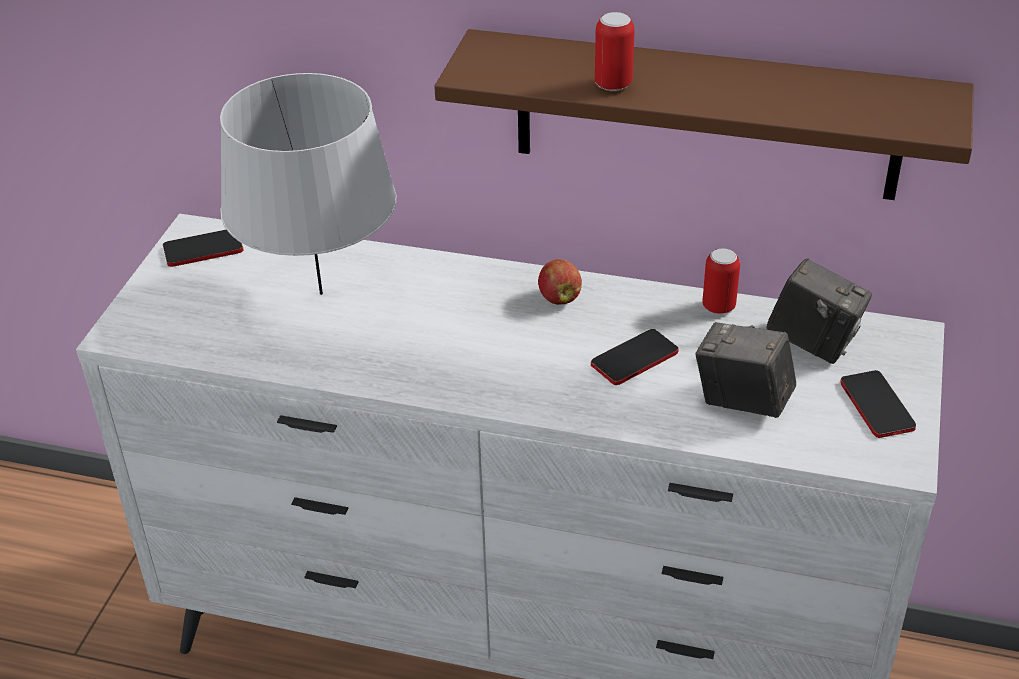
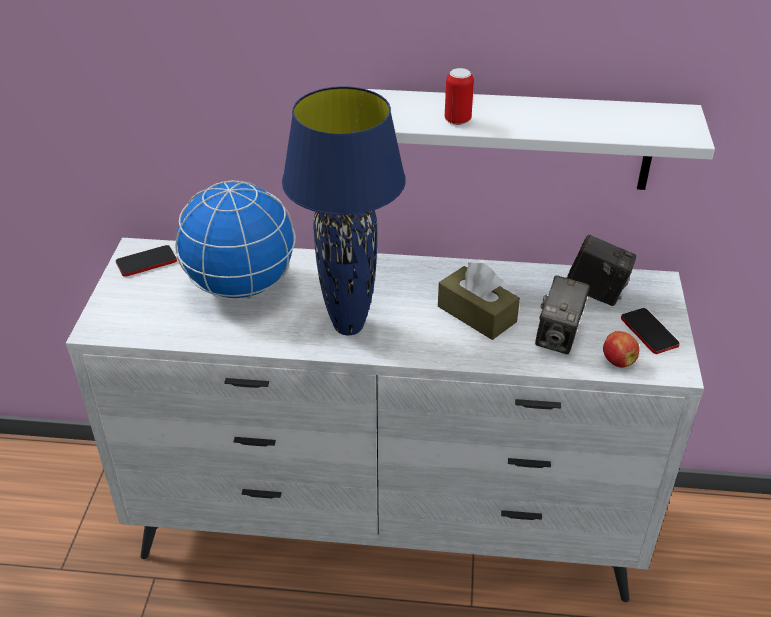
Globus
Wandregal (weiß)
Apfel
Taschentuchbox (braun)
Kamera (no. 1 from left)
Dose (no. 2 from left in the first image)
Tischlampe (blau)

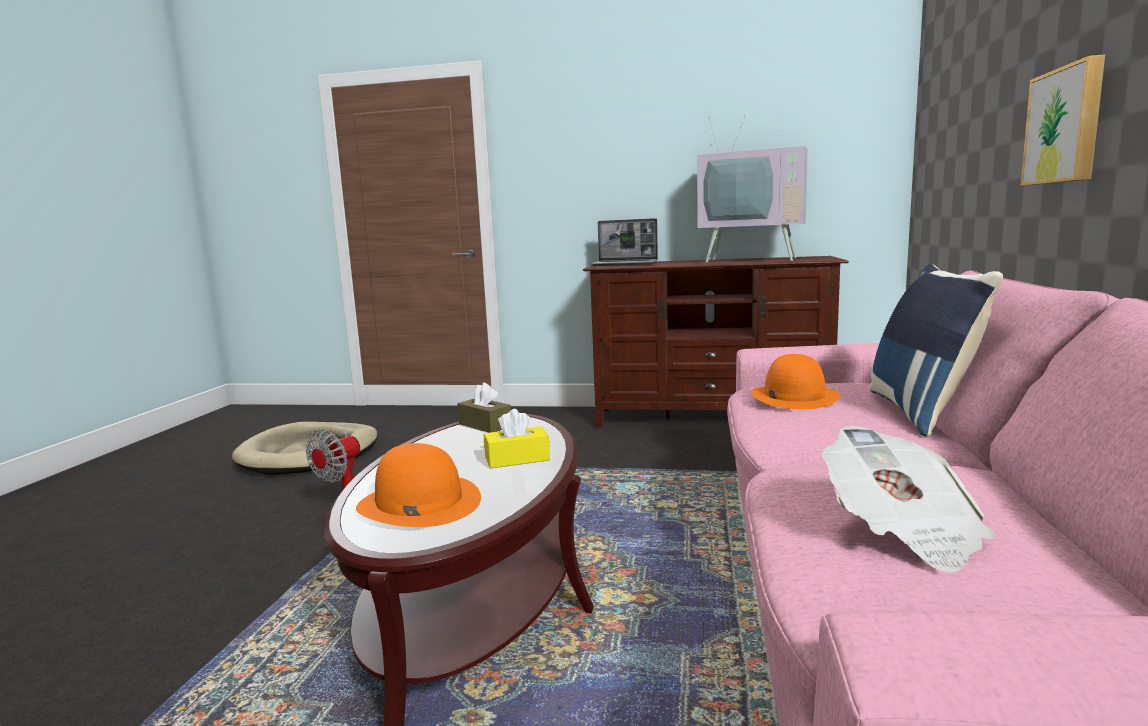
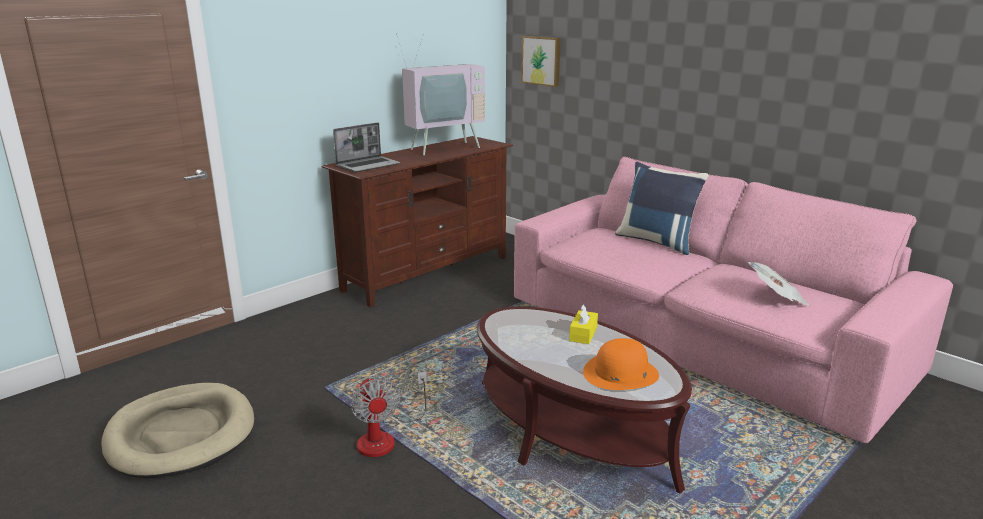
Taschentuchbox (braun)
Hut (orange) (no. 2 from left in the first image)
Bild

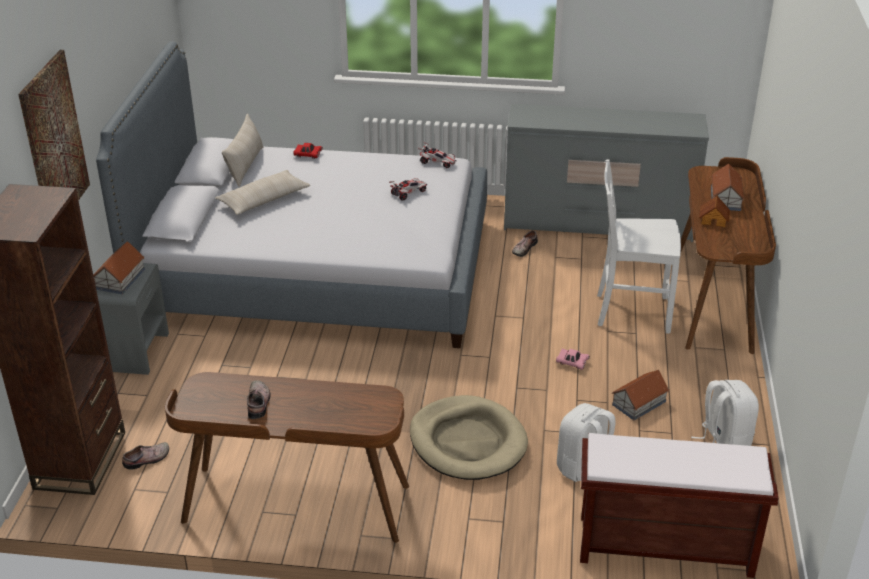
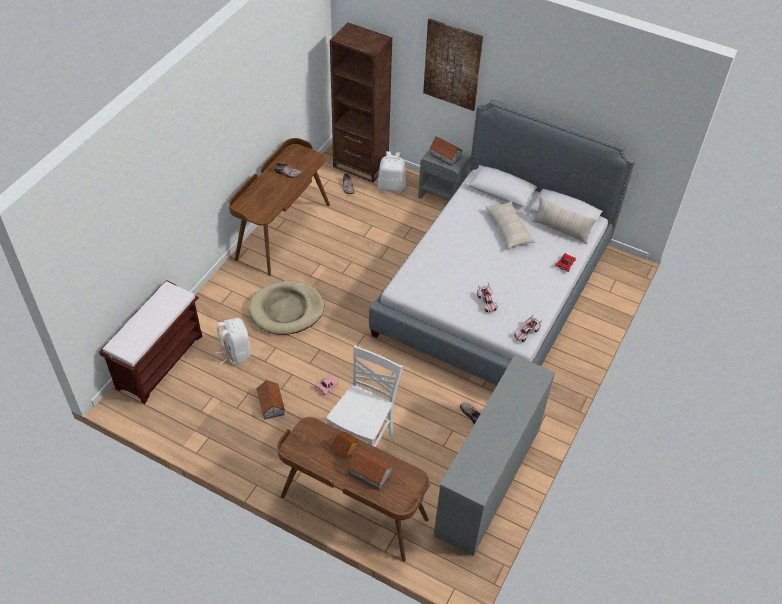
Rucksack (weiß) (no. 2 from left)

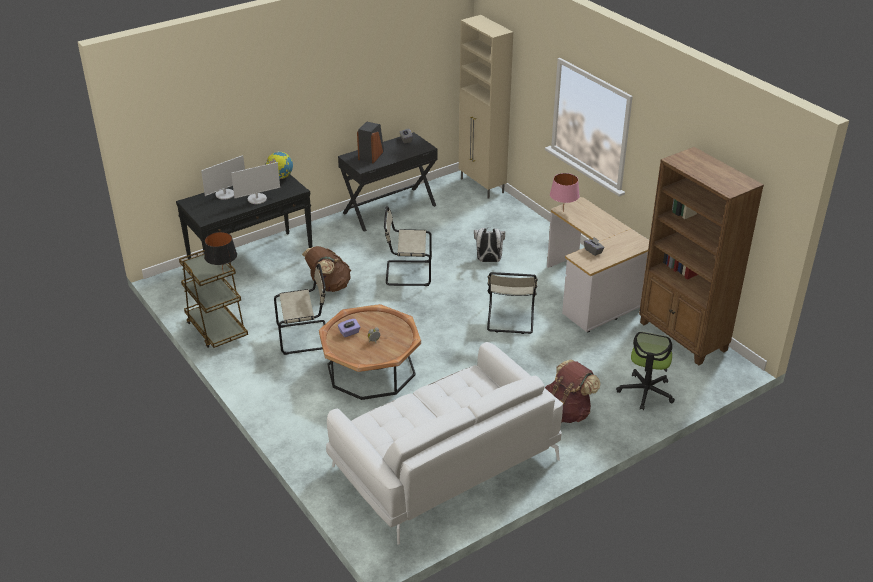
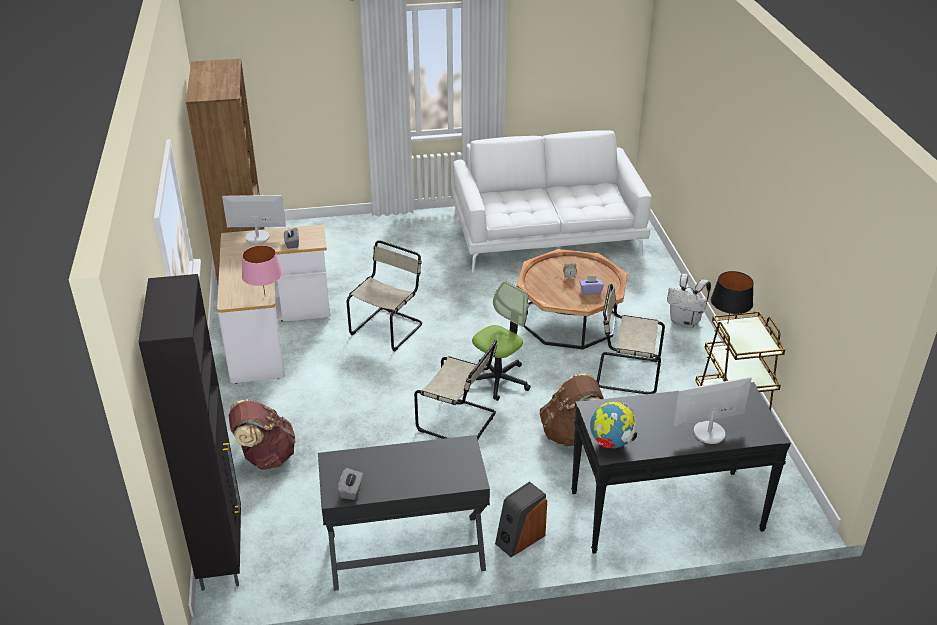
Monitor (no. 1 from left)
Lautsprecher
Schrank (schwarz)
Rucksack (weiß)
Rucksack (braun) (no. 1 from left)
Bürostuhl

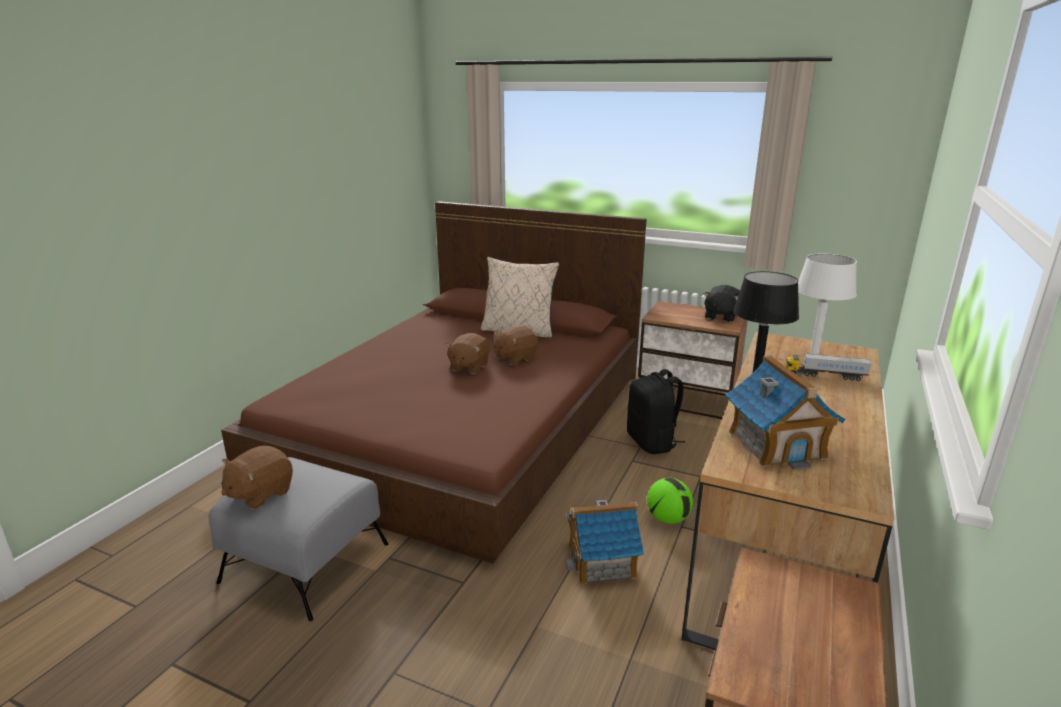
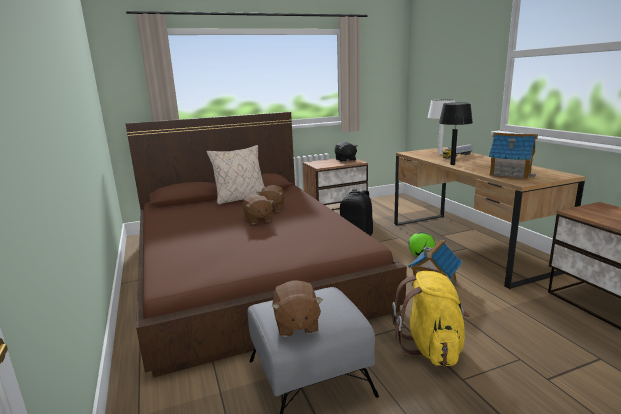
Rucksack (gelb)

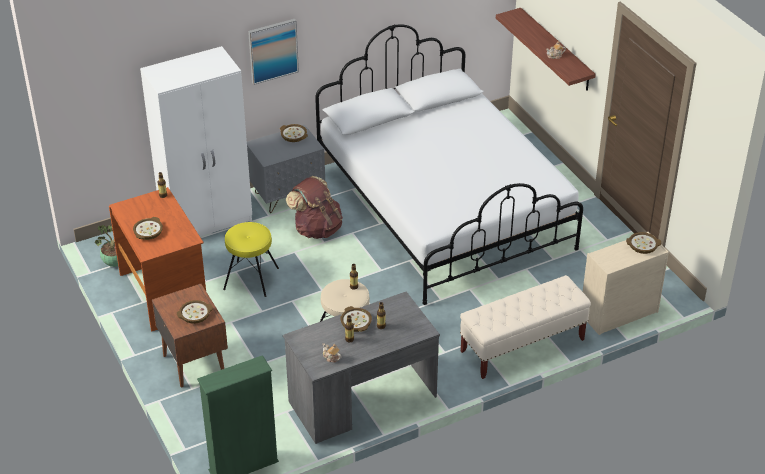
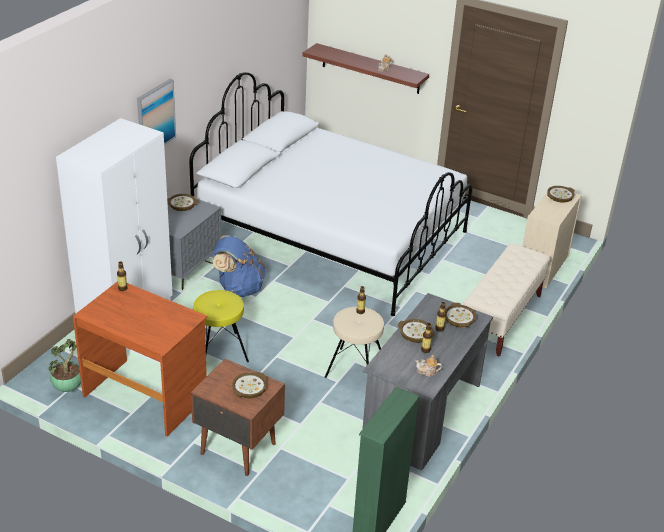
Schüssel (no. 4 from left)
Rucksack (blau)

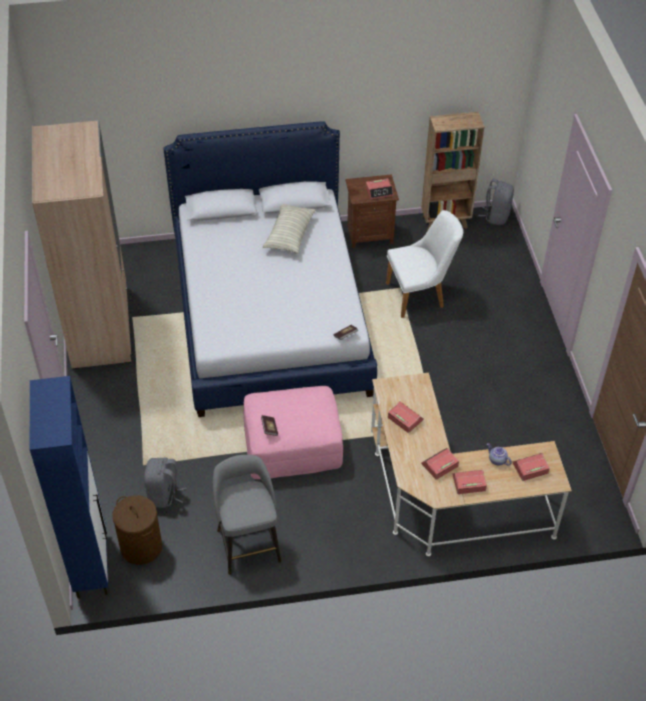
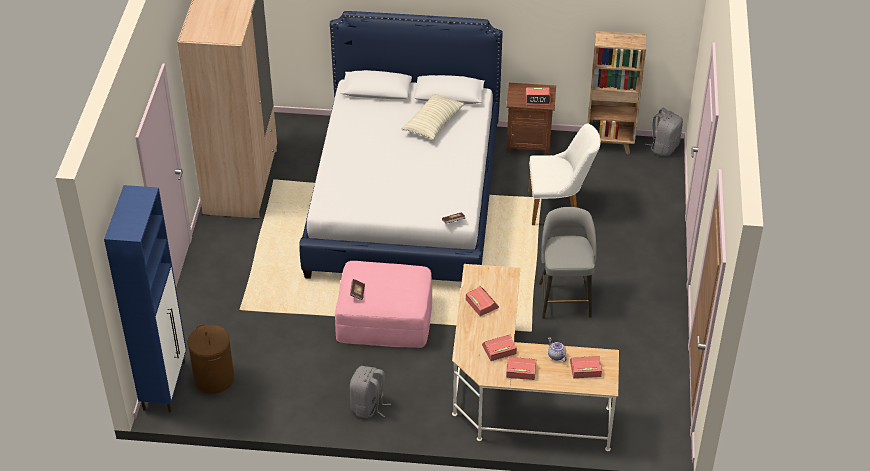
Rucksack (grau) (no. 1 from left)
Hocker (grau)

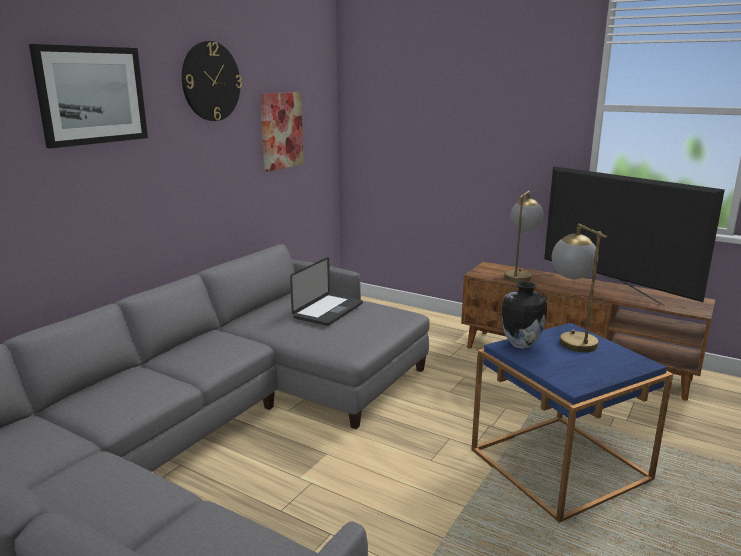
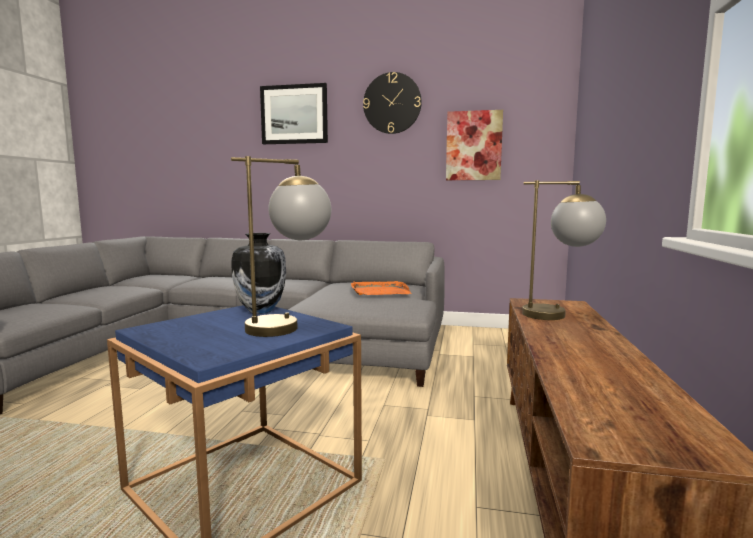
Tablett (orange)
Fernseher

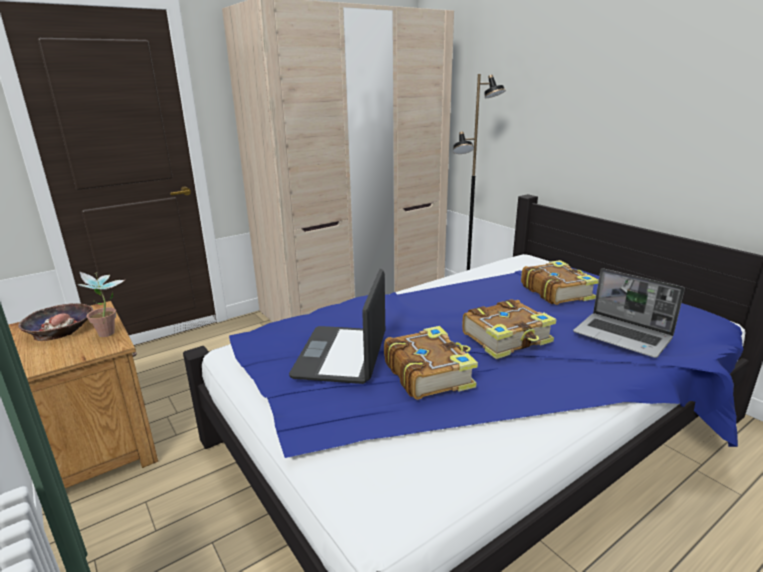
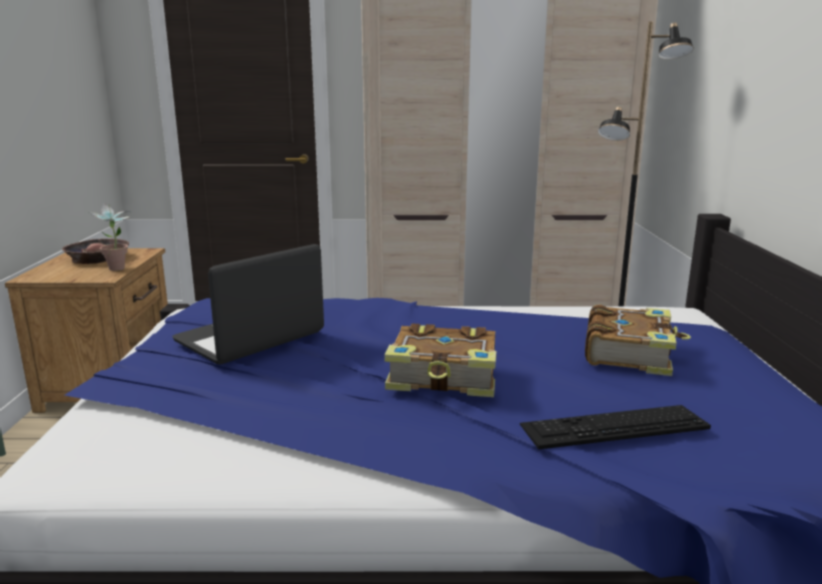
Buch (no. 1 from left in the first image)
Tastatur

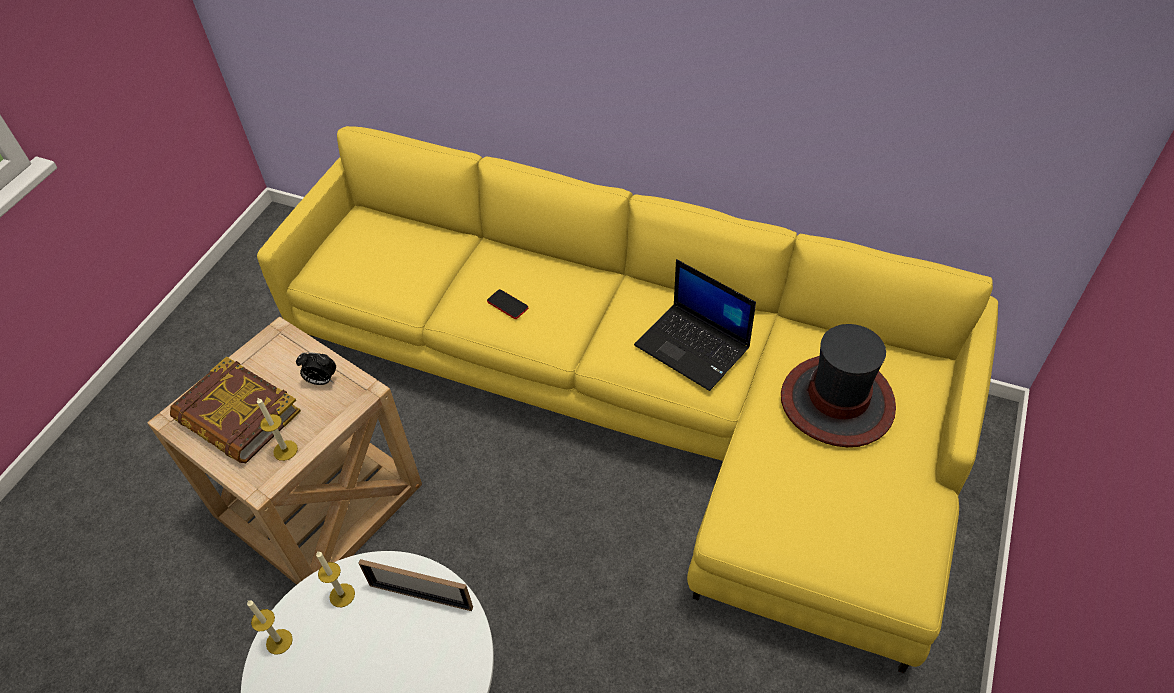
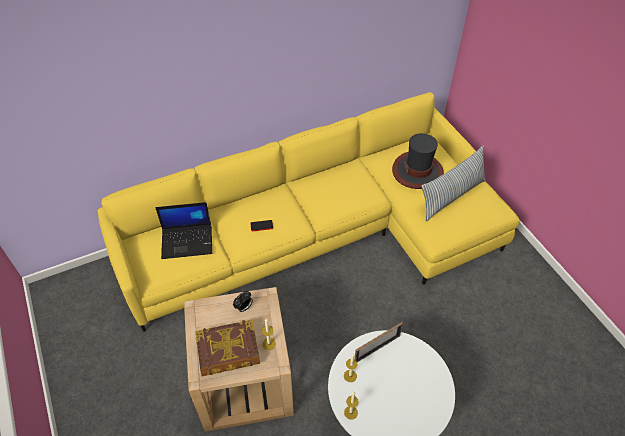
Laptop
Kissen

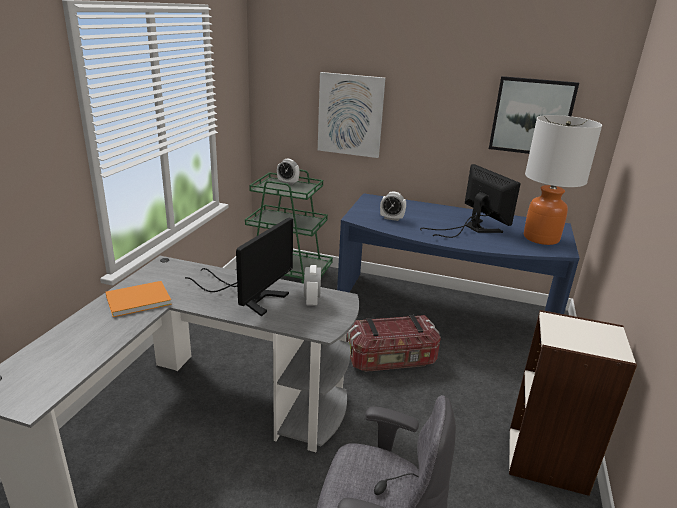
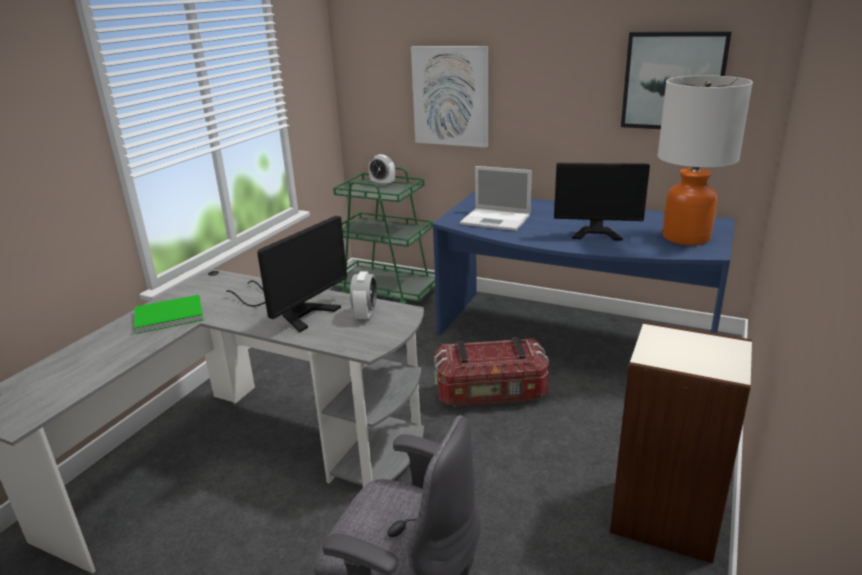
Buch (grün)
Laptop
Monitor (no. 2 from left)

